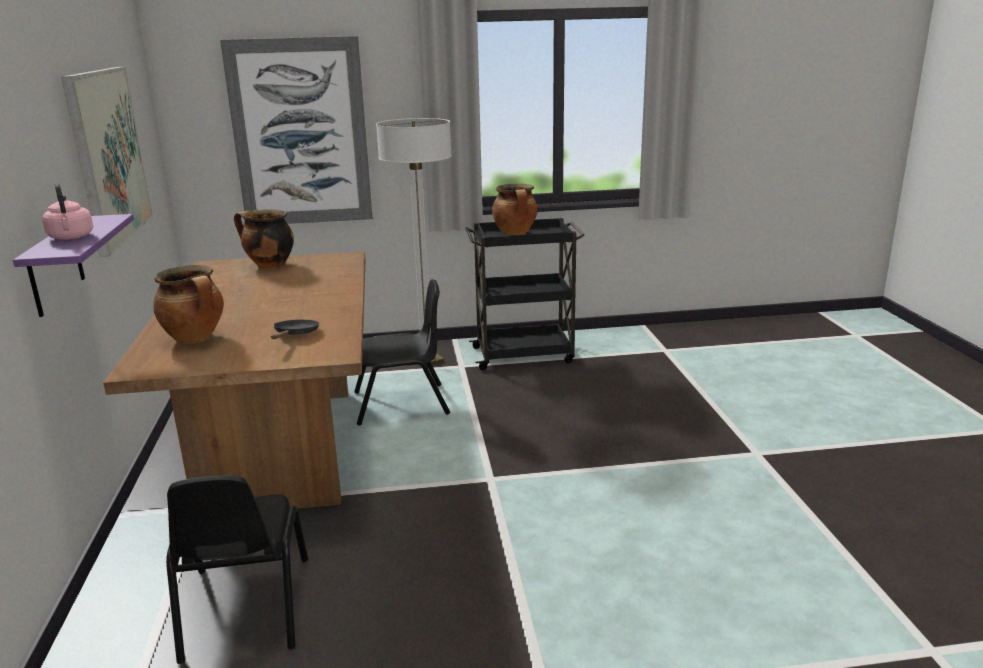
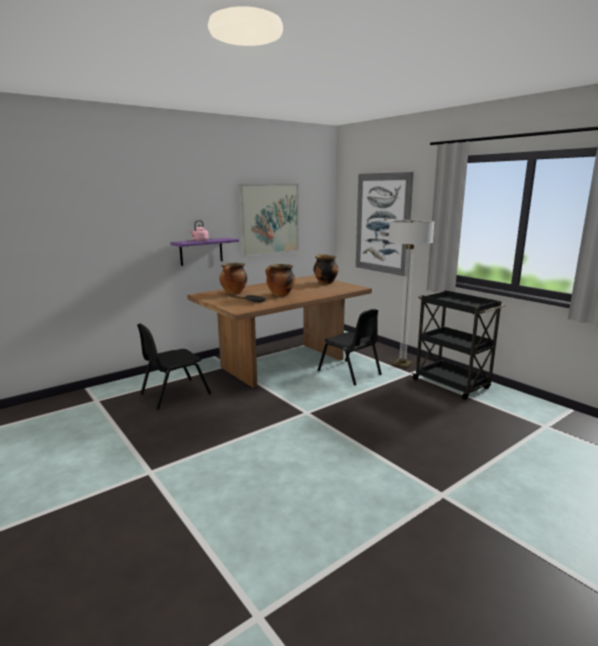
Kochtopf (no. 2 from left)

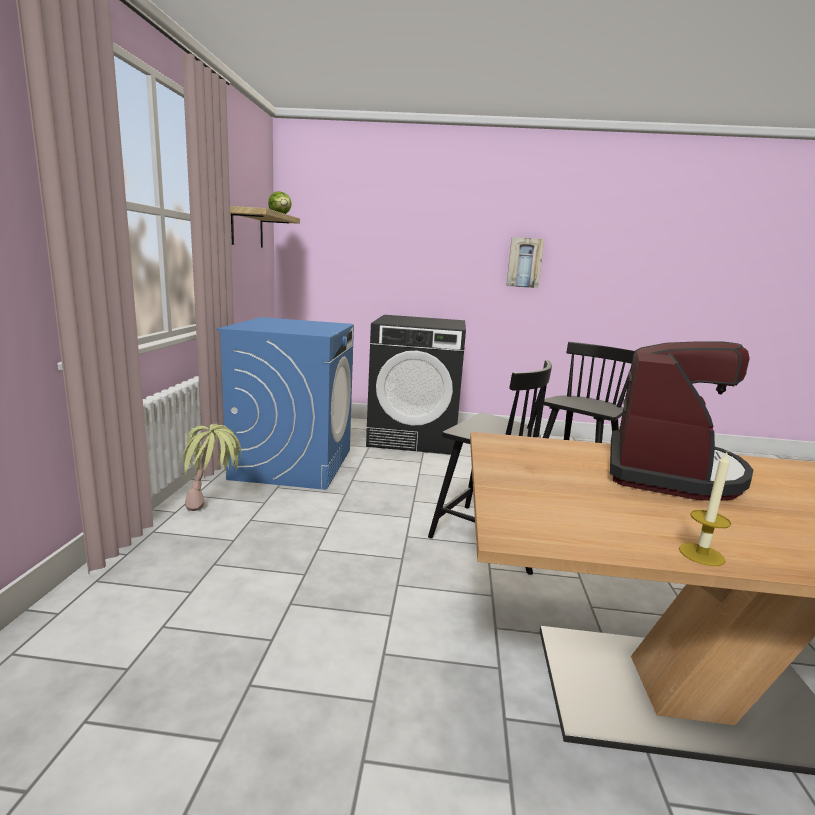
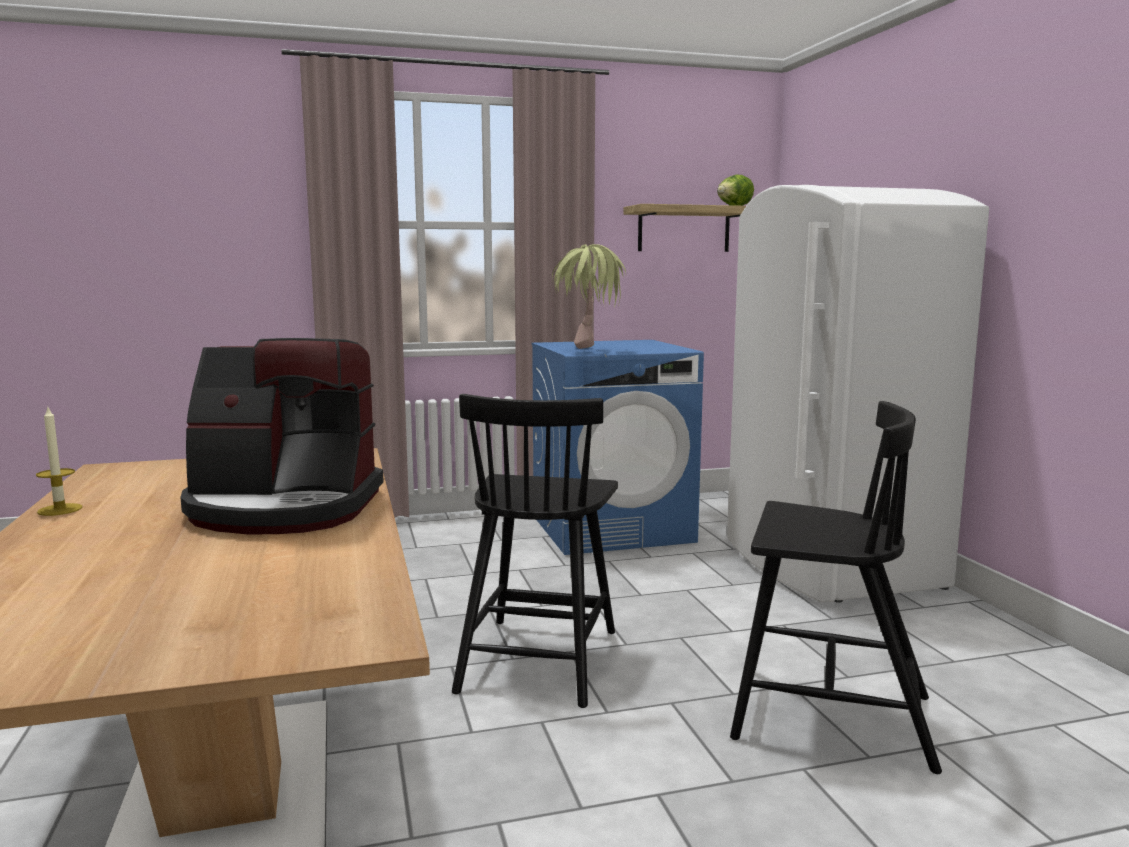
Topfpflanze
Kühlschrank (weiß)
Bild

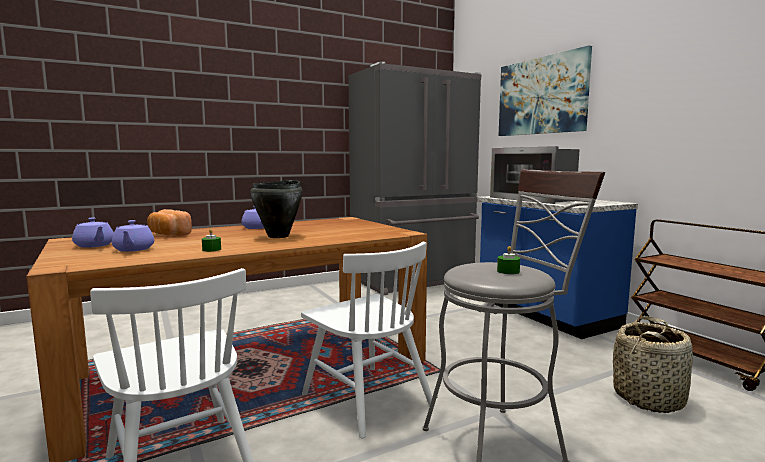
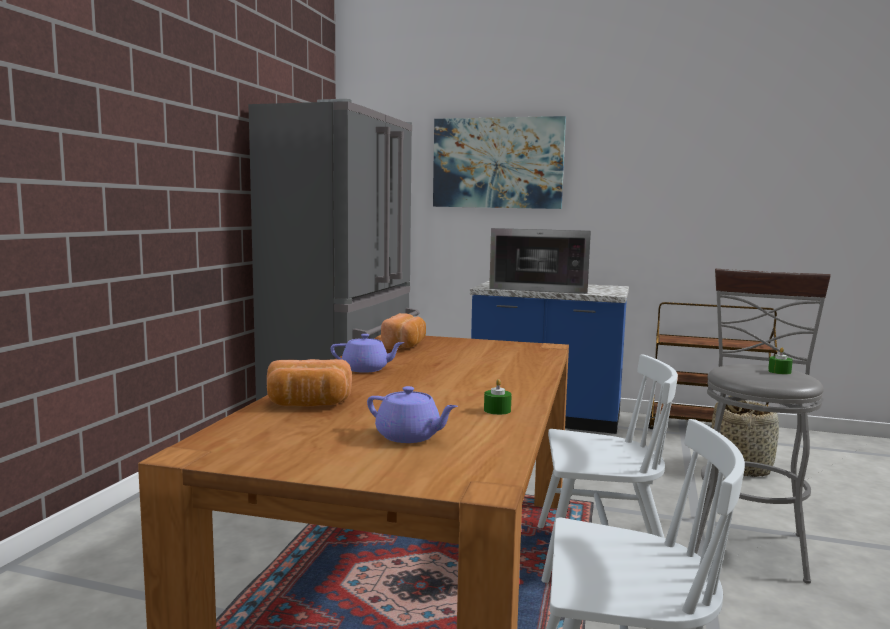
Teekanne (lila) (no. 1 from left in the first image)
Kochtopf (schwarz)
Brot (no. 2 from left)

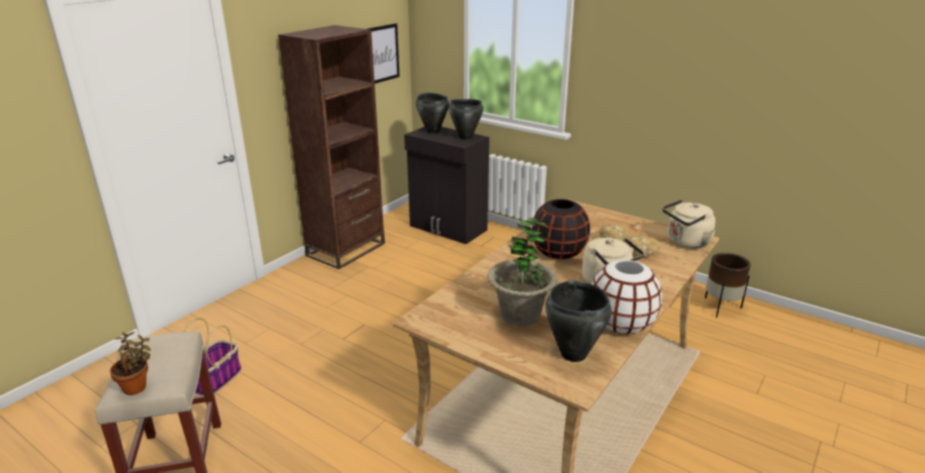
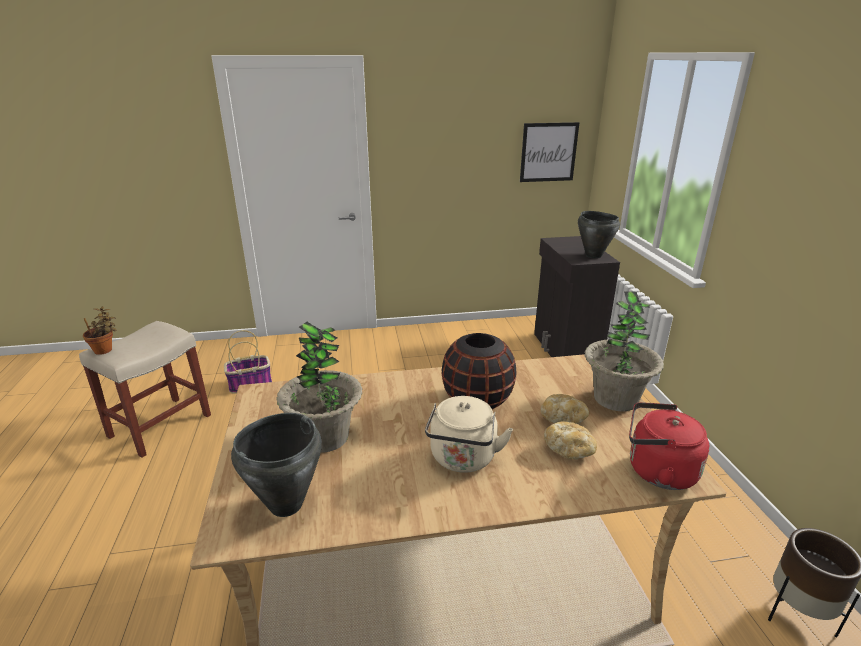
Bücherregal (braun)
Kochtopf (schwarz) (no. 1 from left in the first image)
Vase (weiß)
Wasserkessel (rot)
Topfpflanze (no. 3 from left)

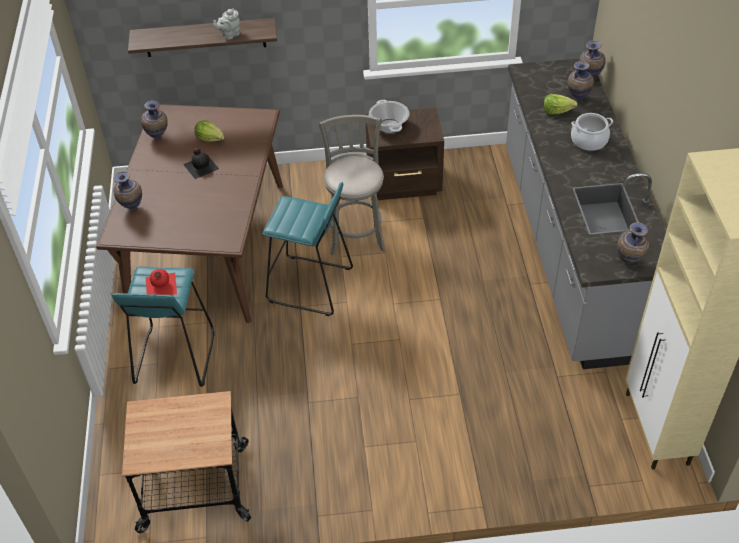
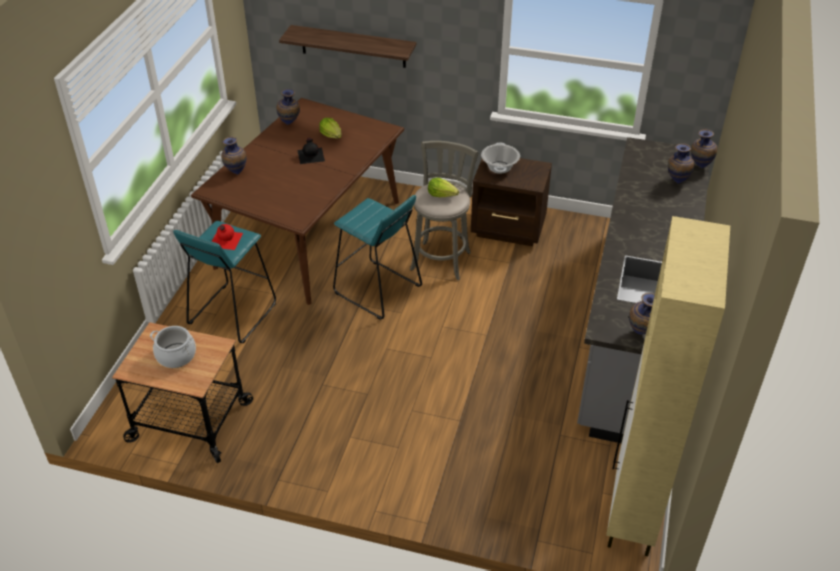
Teekanne (grau)
Salatkopf (no. 2 from left)
Kochtopf (no. 1 from left)

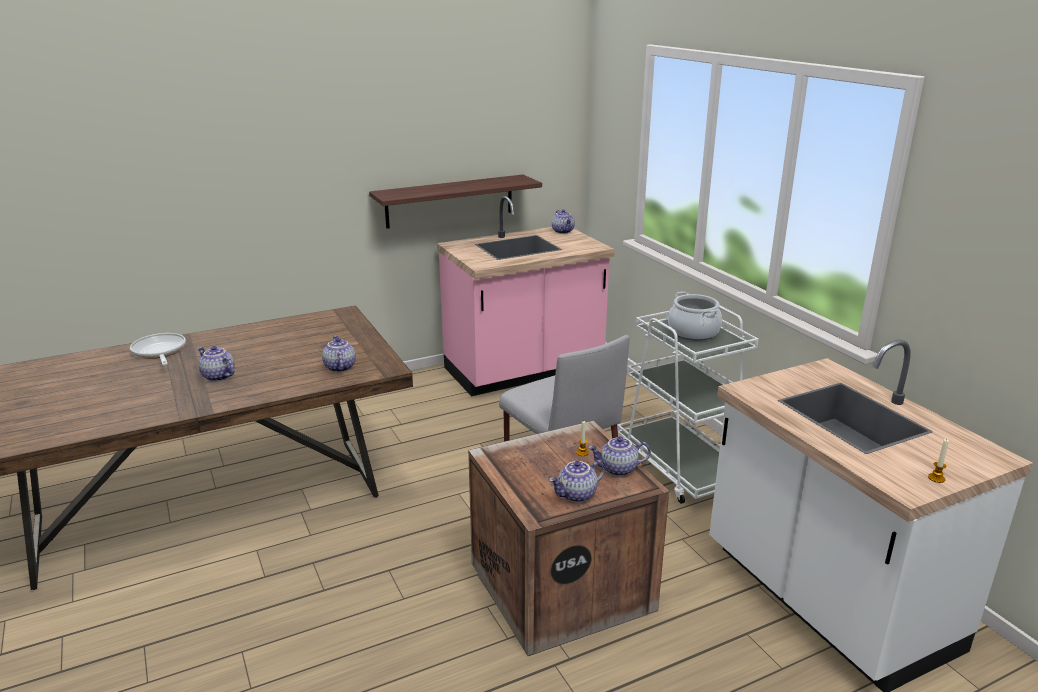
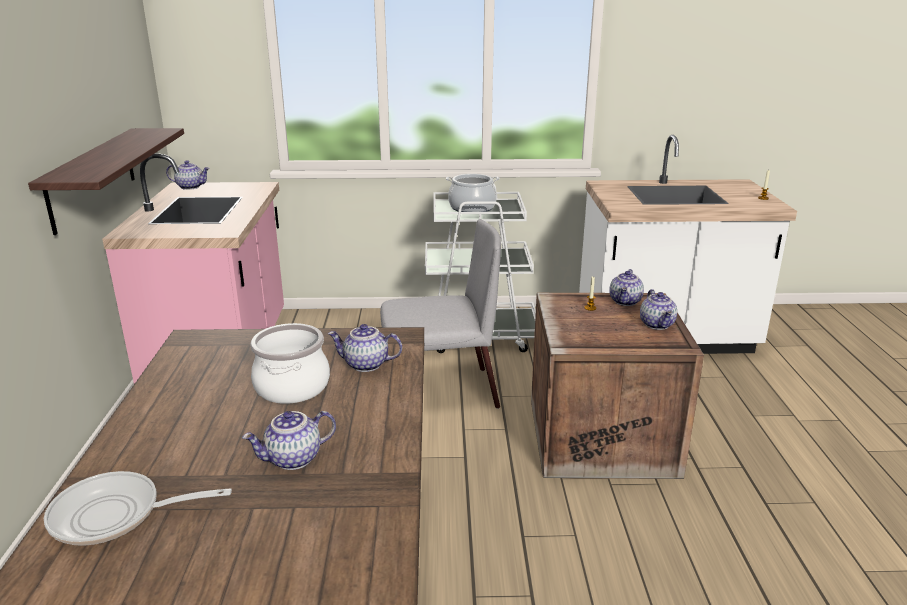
Kochtopf (no. 1 from left)

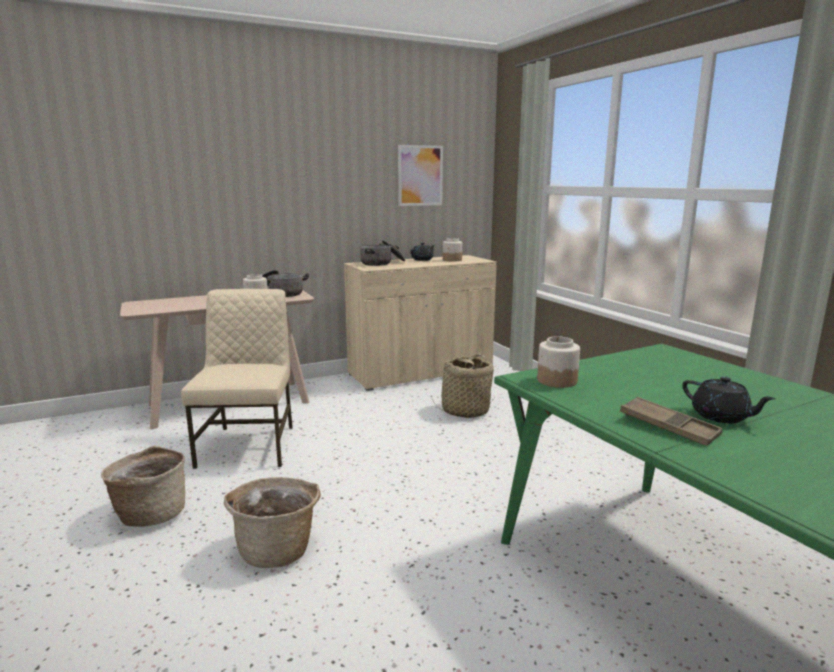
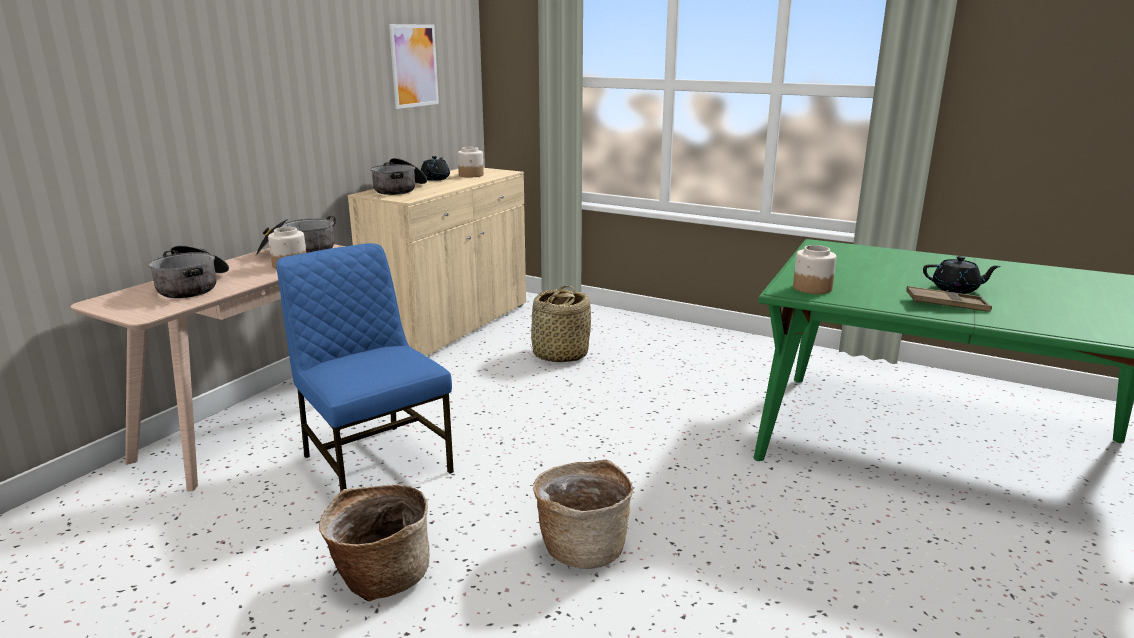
Stuhl (blau)
Kochtopf (no. 1 from left)

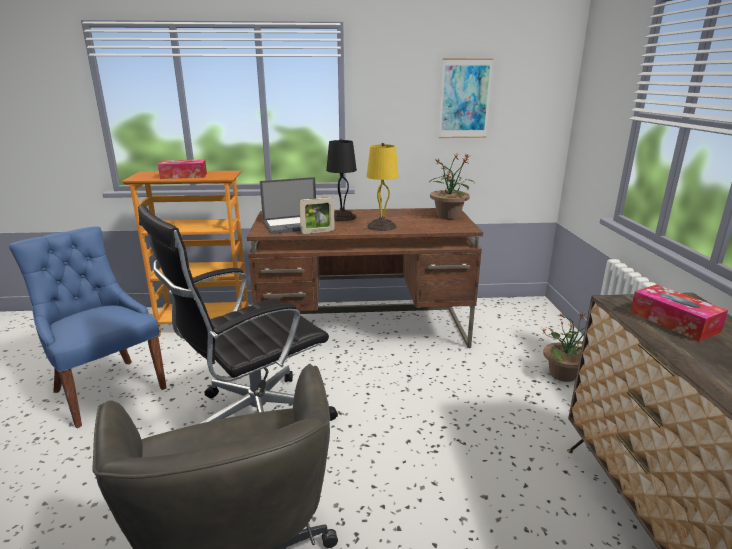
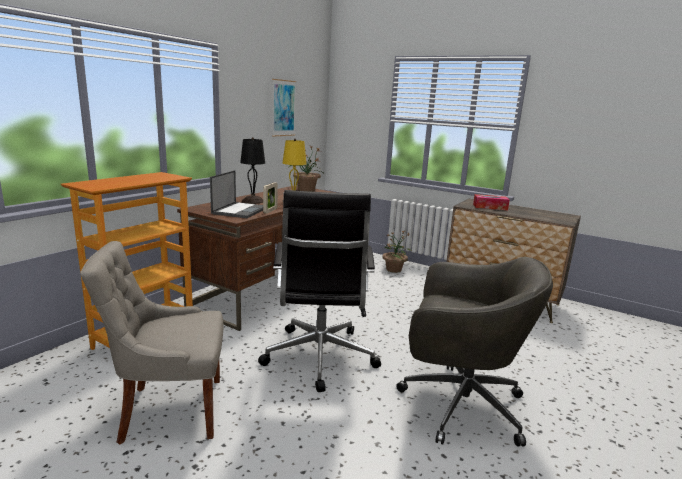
Stuhl (grau)
Taschentuchbox (no. 1 from left in the first image)

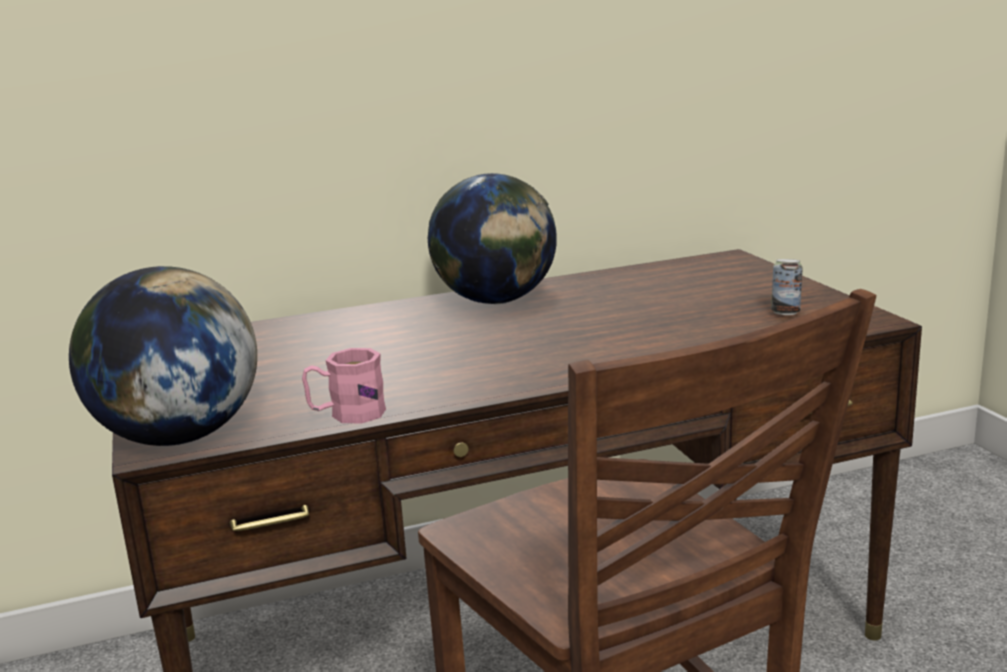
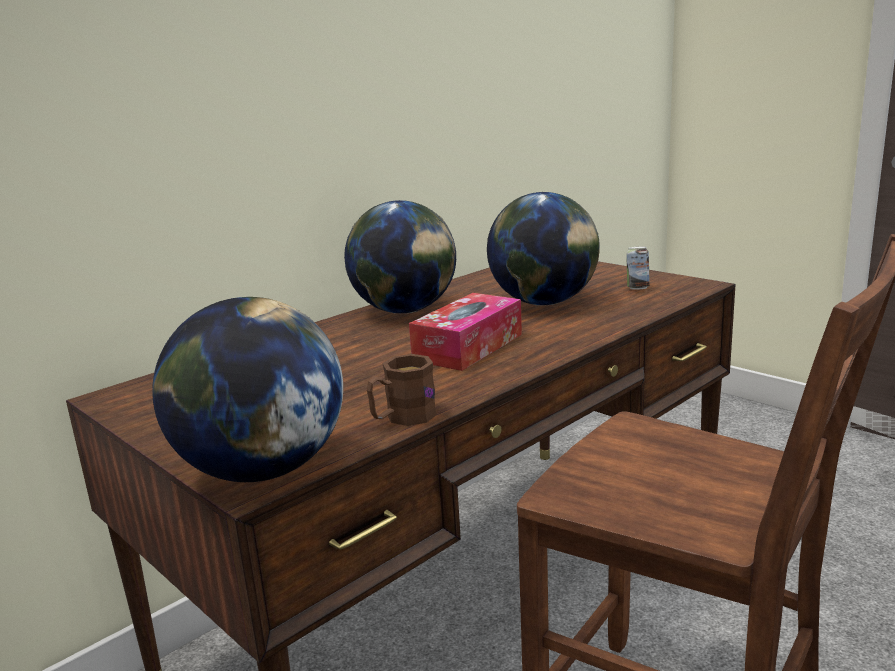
Henkelbecher (braun)
Taschentuchbox
Globus (no. 3 from left)

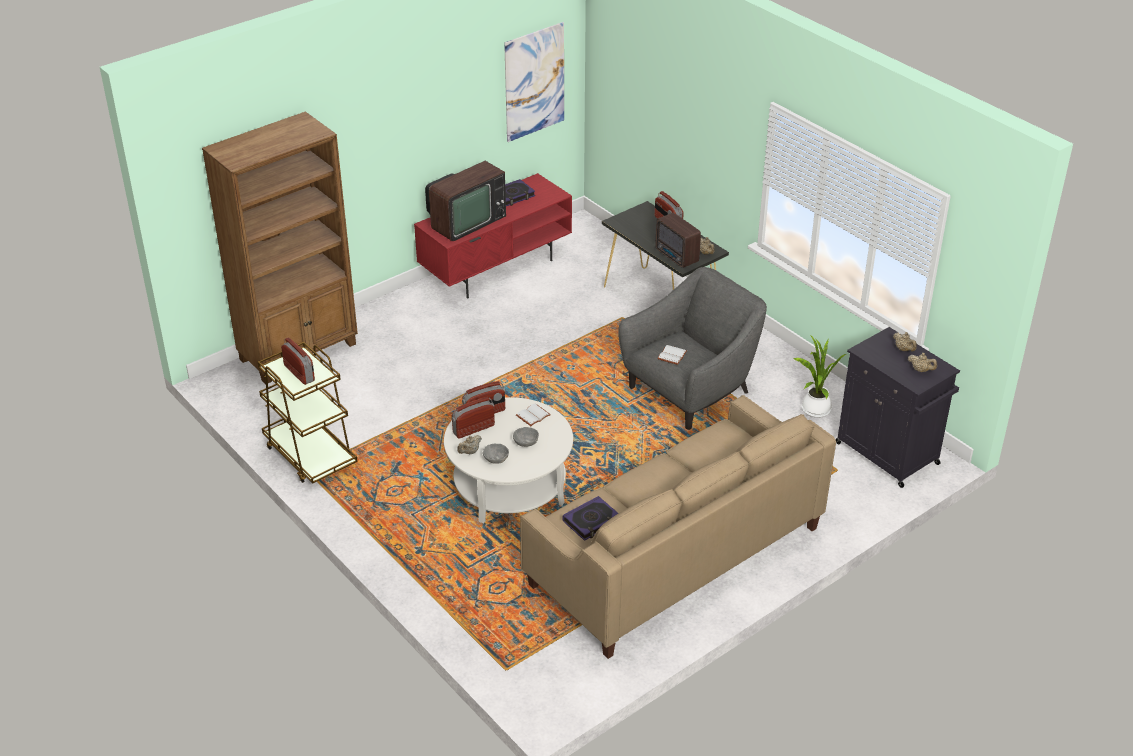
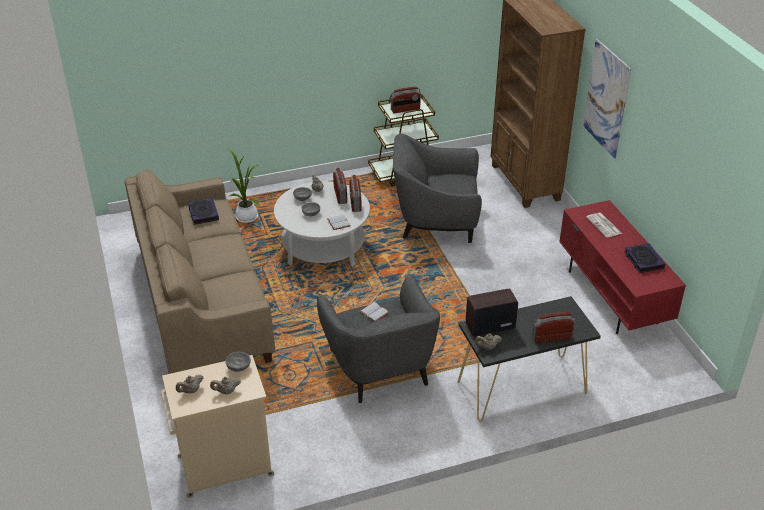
Zeitung
Bild
Topfpflanze
Schrank (beige)
Schüssel (grau) (no. 1 from left)
Sessel (grau) (no. 2 from left)

